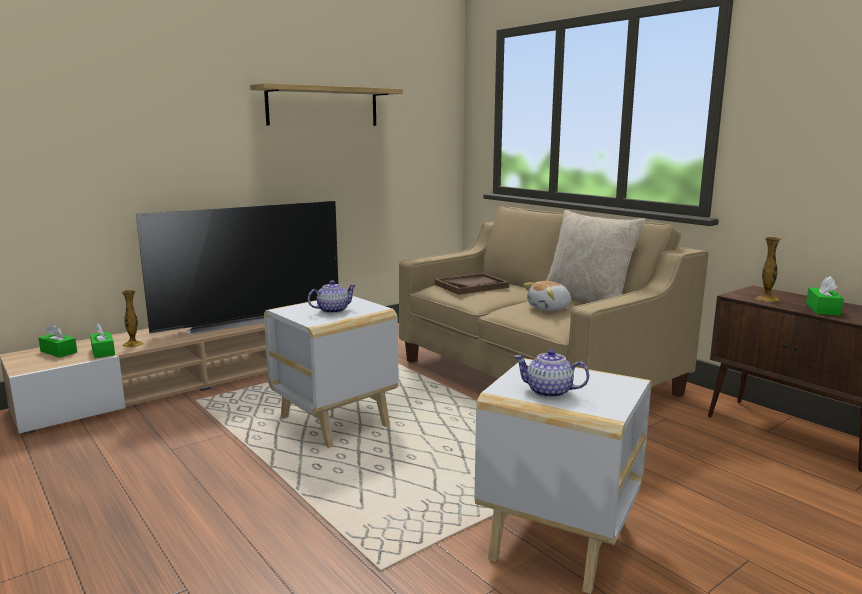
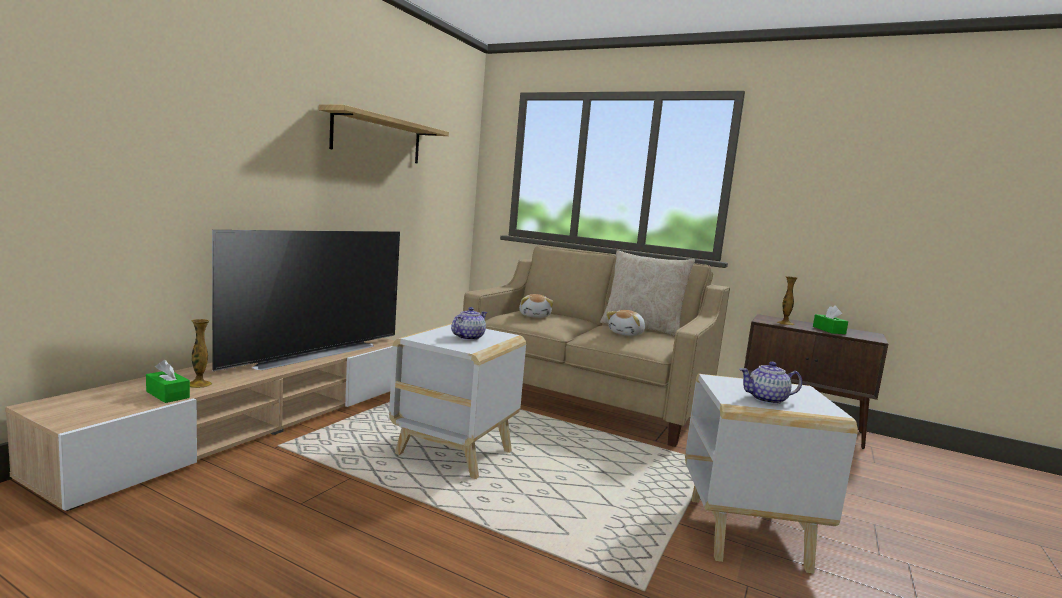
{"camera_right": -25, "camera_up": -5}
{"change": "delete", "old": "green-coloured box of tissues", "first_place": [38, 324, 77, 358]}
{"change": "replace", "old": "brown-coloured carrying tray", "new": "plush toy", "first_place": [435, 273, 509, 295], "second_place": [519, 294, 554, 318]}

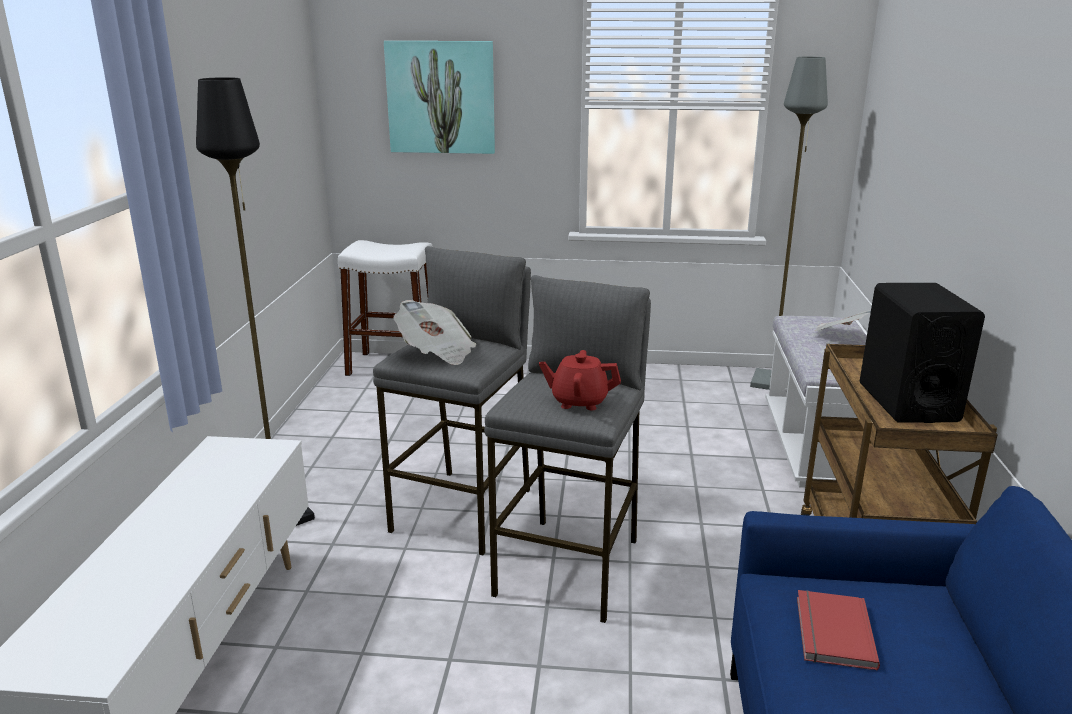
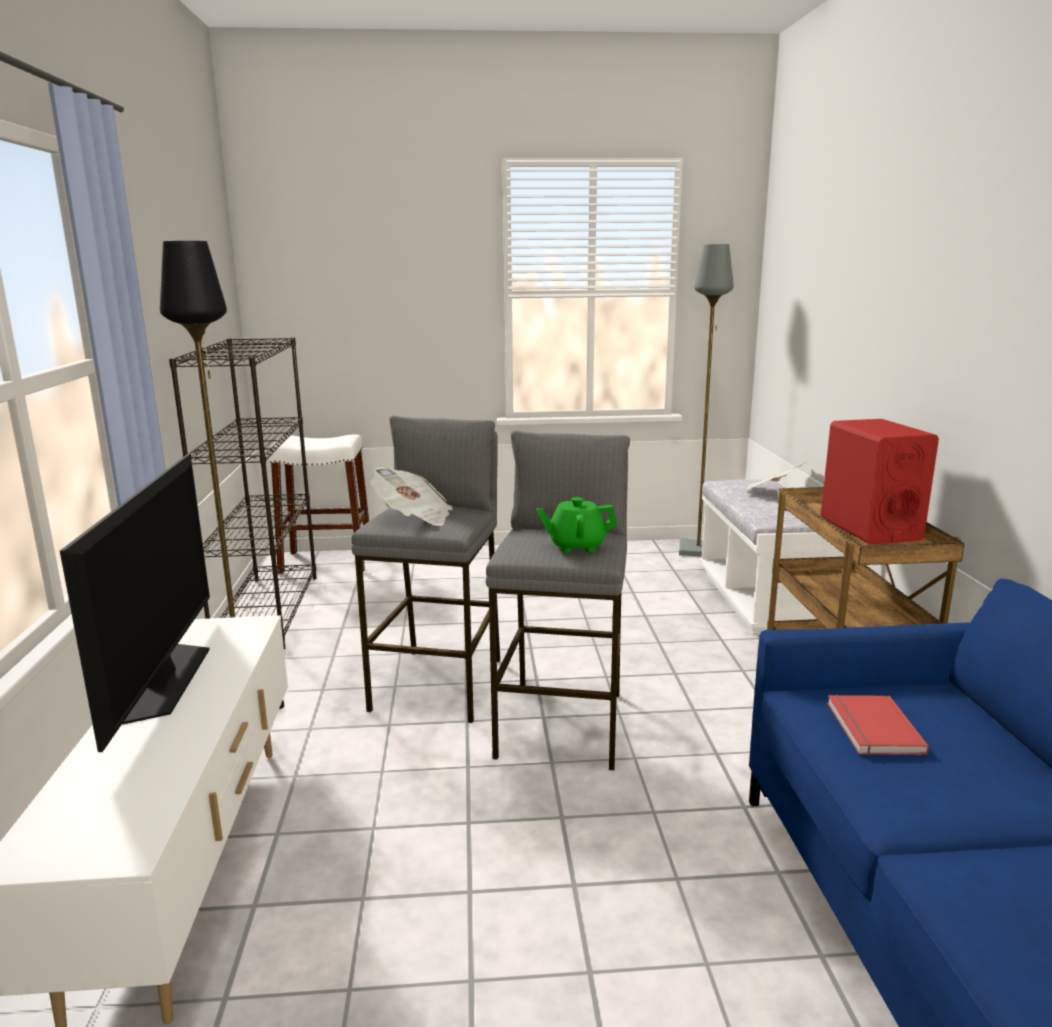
{"camera_right": -10, "camera_up": -5}
{"change": "delete", "old": "wall art", "first_place": [384, 41, 495, 154]}
{"change": "recolor", "old": "reddish teapot", "new": "green-coloured teapot", "first_place": [539, 350, 621, 410], "second_place": [536, 497, 617, 553]}
{"change": "recolor", "old": "black-coloured speaker", "new": "reddish speaker", "first_place": [860, 283, 985, 423], "second_place": [821, 419, 939, 545]}
{"change": "insert", "new": "TV", "second_place": [60, 454, 210, 752]}
{"change": "insert", "new": "black-coloured shelving unit", "second_place": [169, 337, 317, 649]}

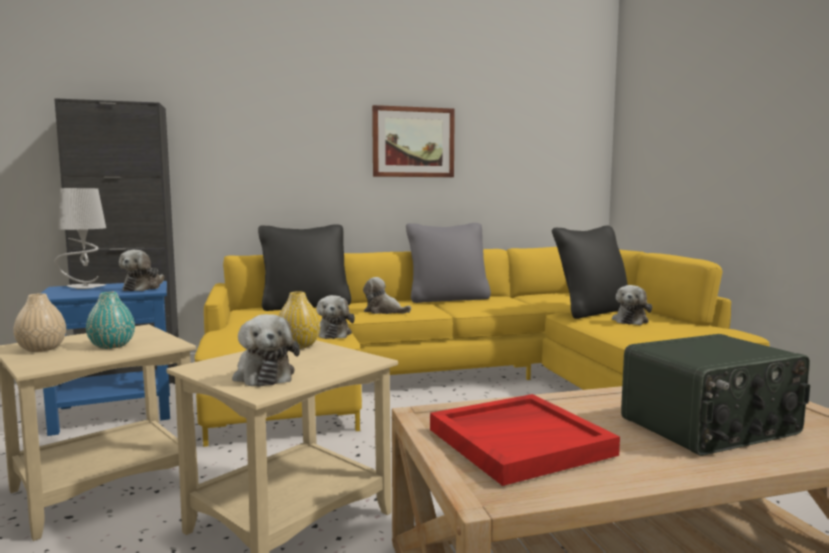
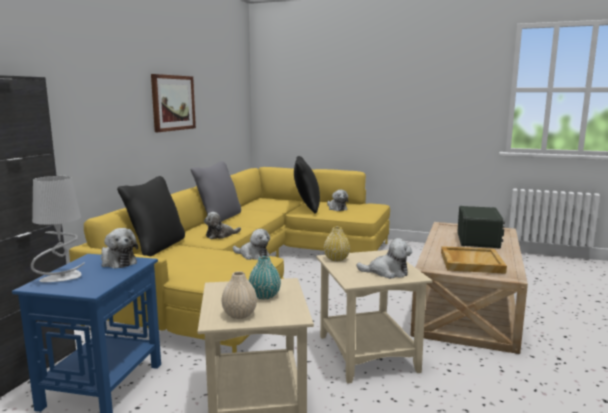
{"camera_right": -55, "camera_up": 5}
{"change": "recolor", "old": "reddish carrying tray", "new": "beige-coloured carrying tray", "first_place": [430, 394, 620, 486], "second_place": [441, 246, 507, 274]}

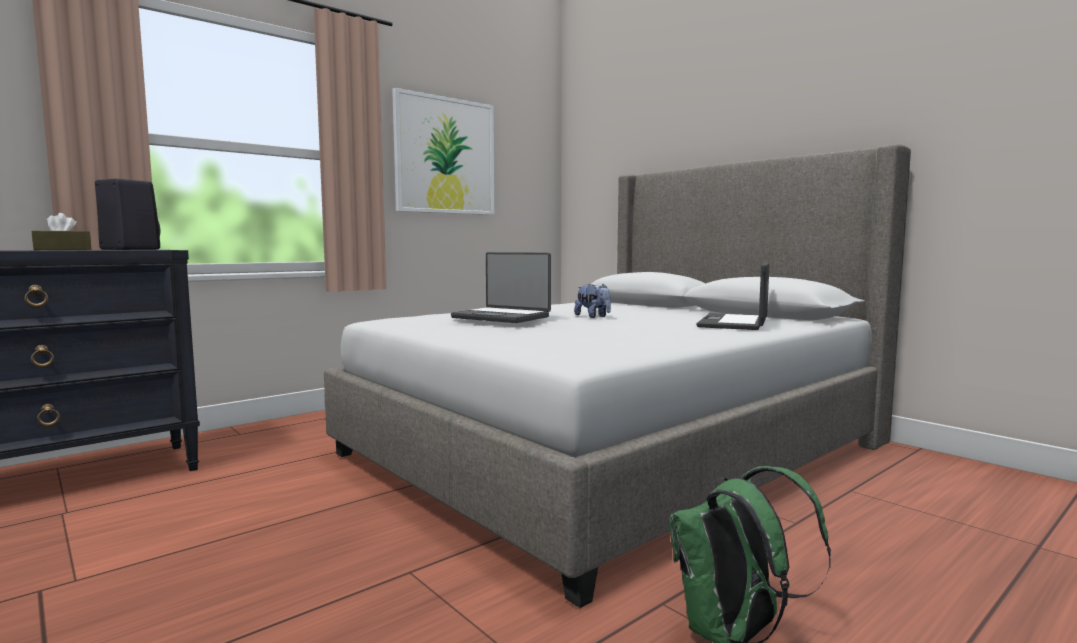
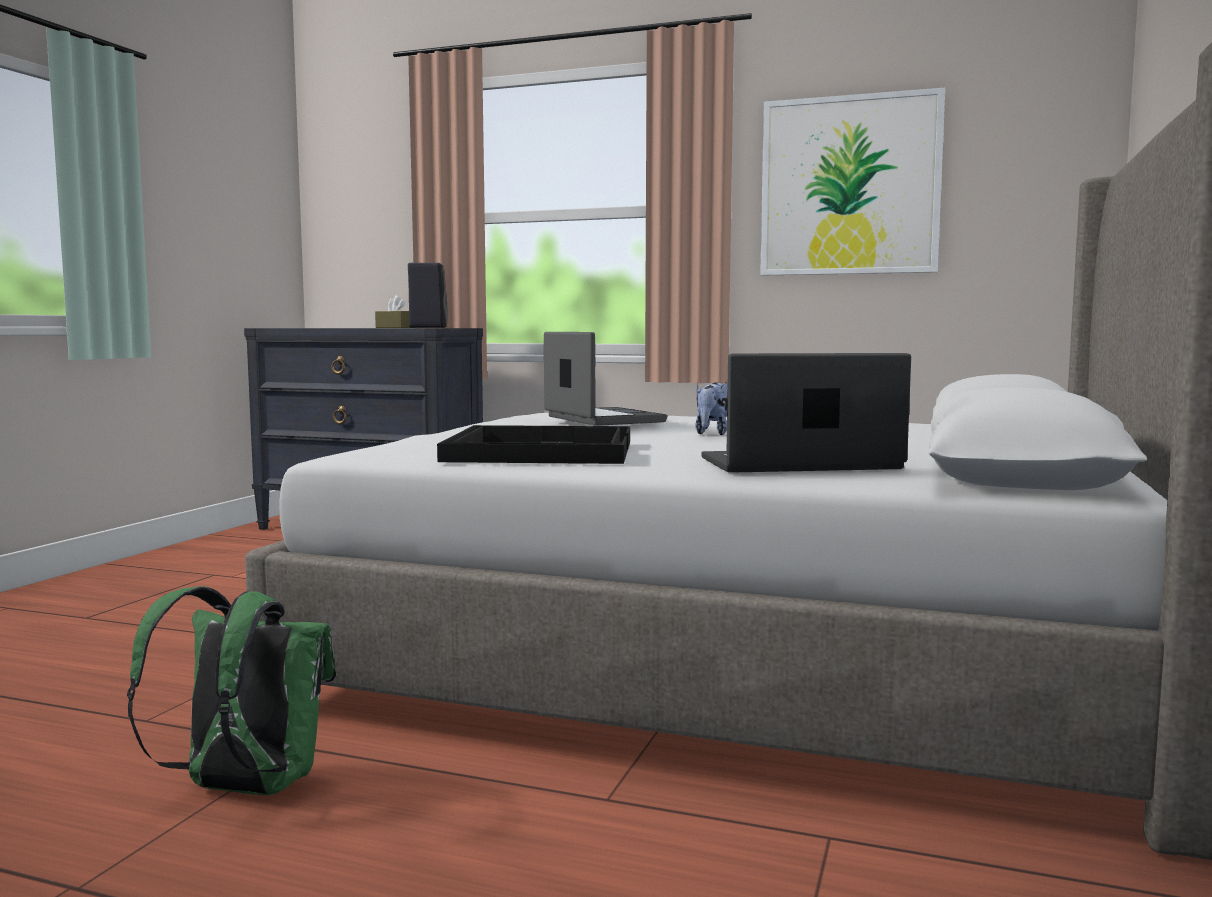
{"camera_right": 60, "camera_up": 0}
{"change": "rotate", "old": "notebook computer", "first_place": [451, 252, 551, 323], "second_place": [544, 332, 667, 426], "degrees": 150}
{"change": "insert", "new": "black-coloured carrying tray", "second_place": [437, 425, 630, 464]}

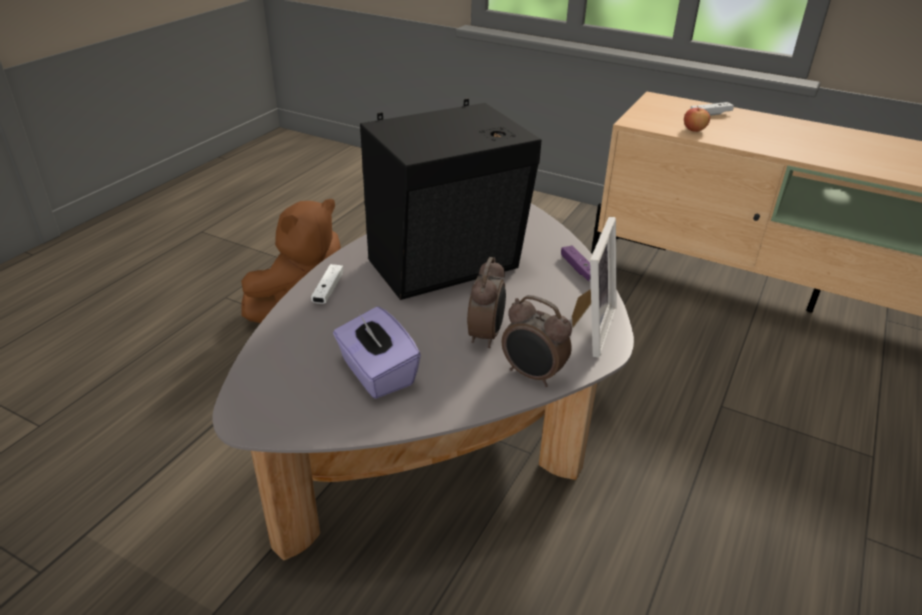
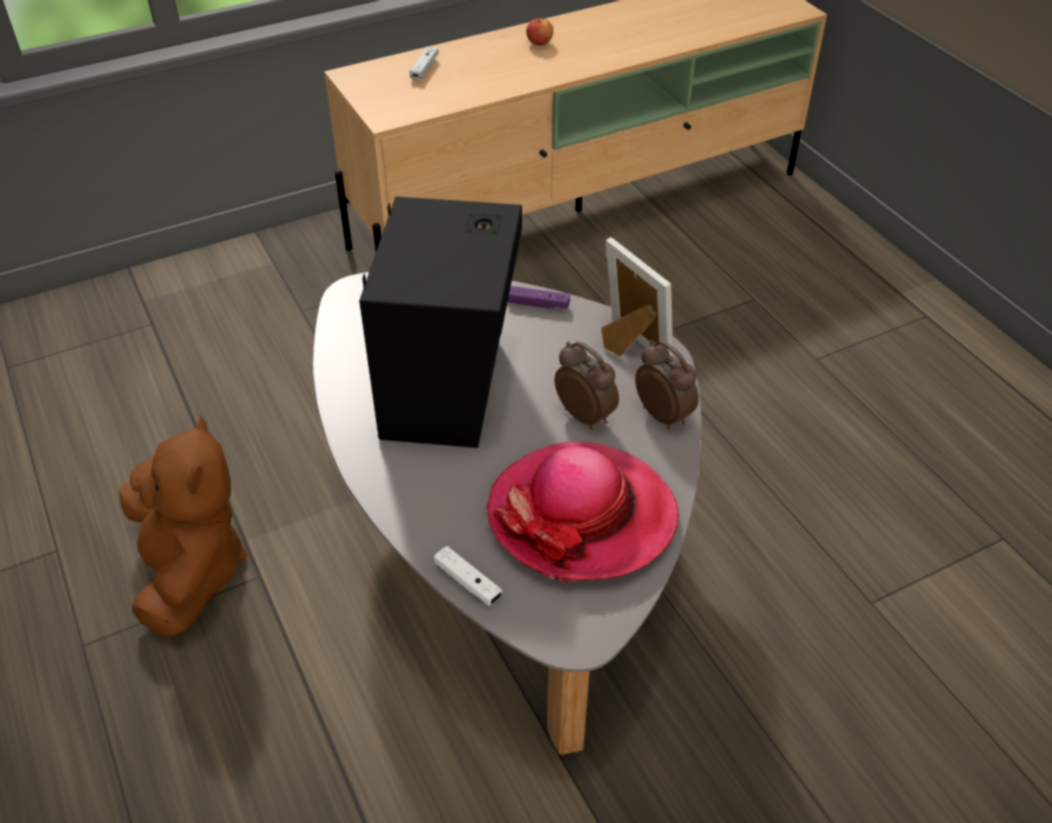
{"camera_right": -55, "camera_up": 10}
{"change": "move", "old": "white-coloured game controller", "first_place": [311, 264, 343, 304], "second_place": [434, 546, 502, 606]}
{"change": "replace", "old": "purple box of tissues", "new": "wearable hat", "first_place": [333, 307, 421, 399], "second_place": [486, 442, 678, 582]}
{"change": "rotate", "old": "alarm clock", "first_place": [502, 295, 572, 387], "second_place": [635, 340, 699, 430], "degrees": -105}
{"change": "move", "old": "apple fruit", "first_place": [684, 106, 710, 132], "second_place": [526, 18, 554, 45]}

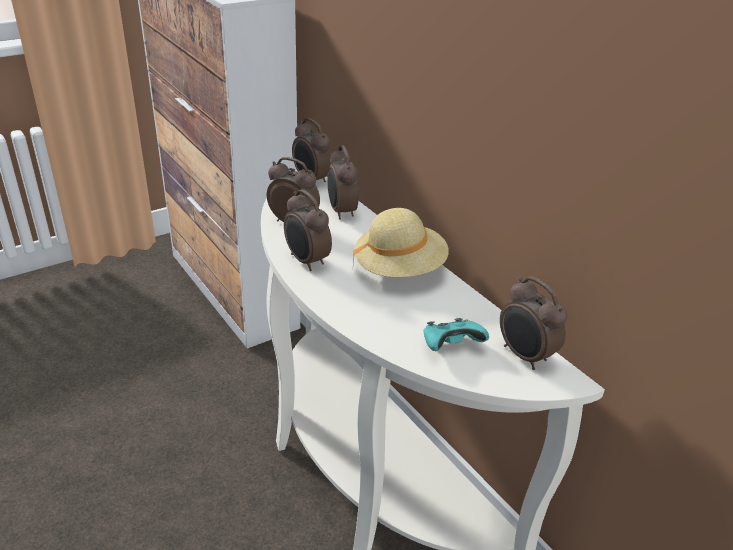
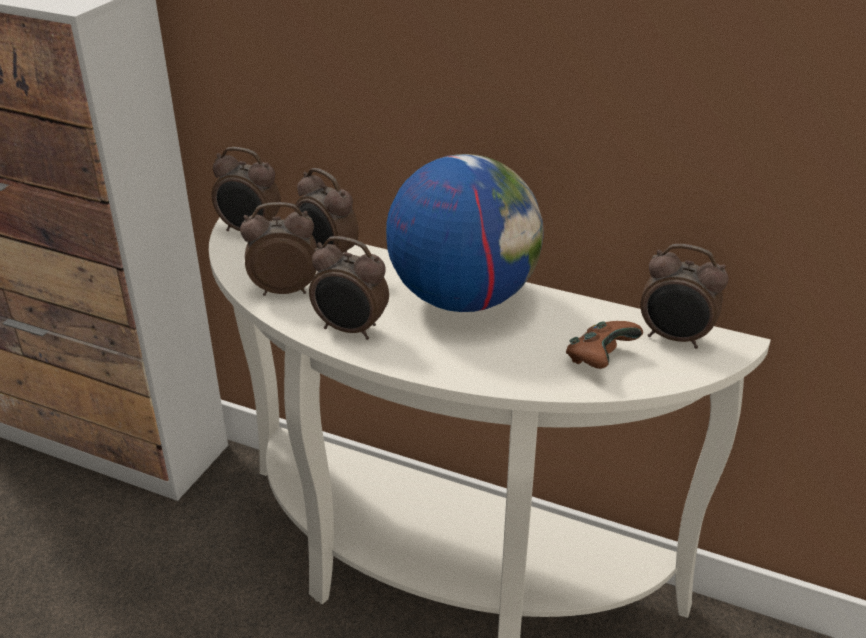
{"camera_right": -30, "camera_up": 0}
{"change": "replace", "old": "beige-coloured wearable hat", "new": "world globe", "first_place": [353, 208, 449, 277], "second_place": [386, 154, 544, 312]}
{"change": "recolor", "old": "turquoise game controller", "new": "brown-coloured game controller", "first_place": [424, 318, 489, 351], "second_place": [566, 321, 643, 369]}

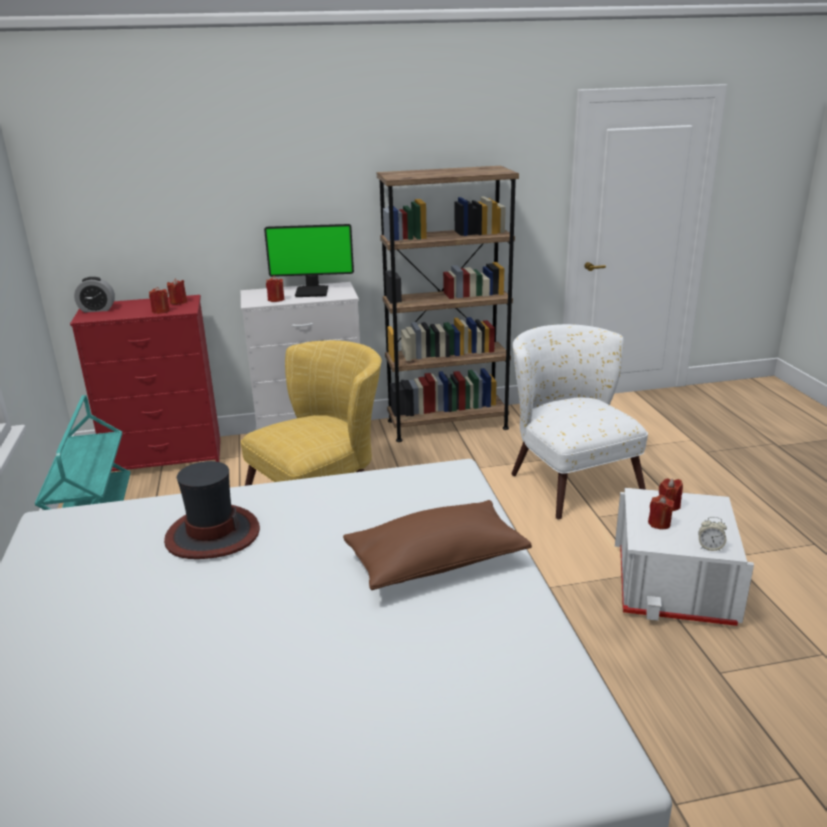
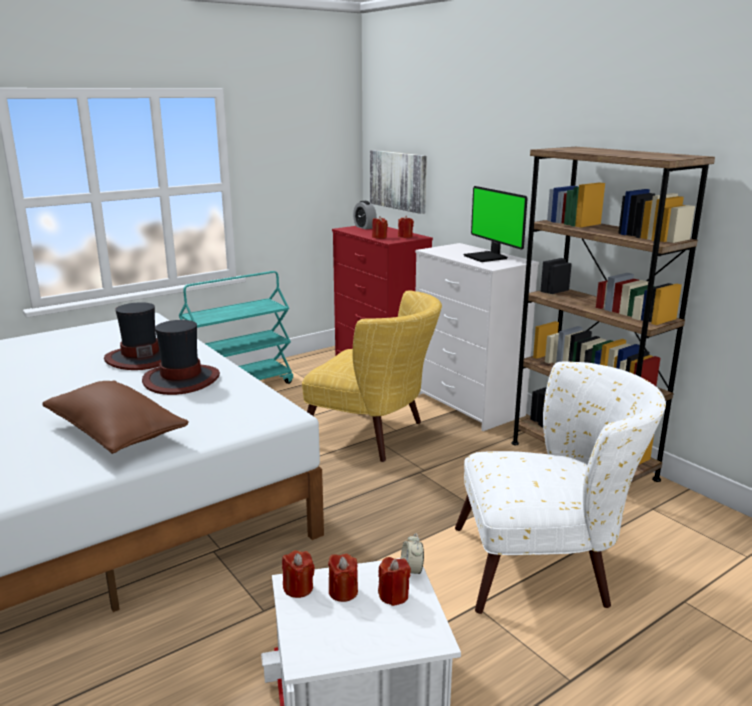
{"camera_right": 65, "camera_up": -5}
{"change": "move", "old": "reddish candle", "first_place": [266, 276, 284, 302], "second_place": [282, 550, 315, 598]}
{"change": "rotate", "old": "white-coloured lounge chair", "first_place": [511, 324, 648, 520], "second_place": [455, 361, 666, 614], "degrees": 45}
{"change": "move", "old": "alarm clock", "first_place": [699, 517, 727, 551], "second_place": [401, 533, 424, 574]}
{"change": "insert", "new": "wearable hat", "second_place": [142, 320, 220, 395]}
{"change": "insert", "new": "wall art", "second_place": [370, 150, 427, 214]}

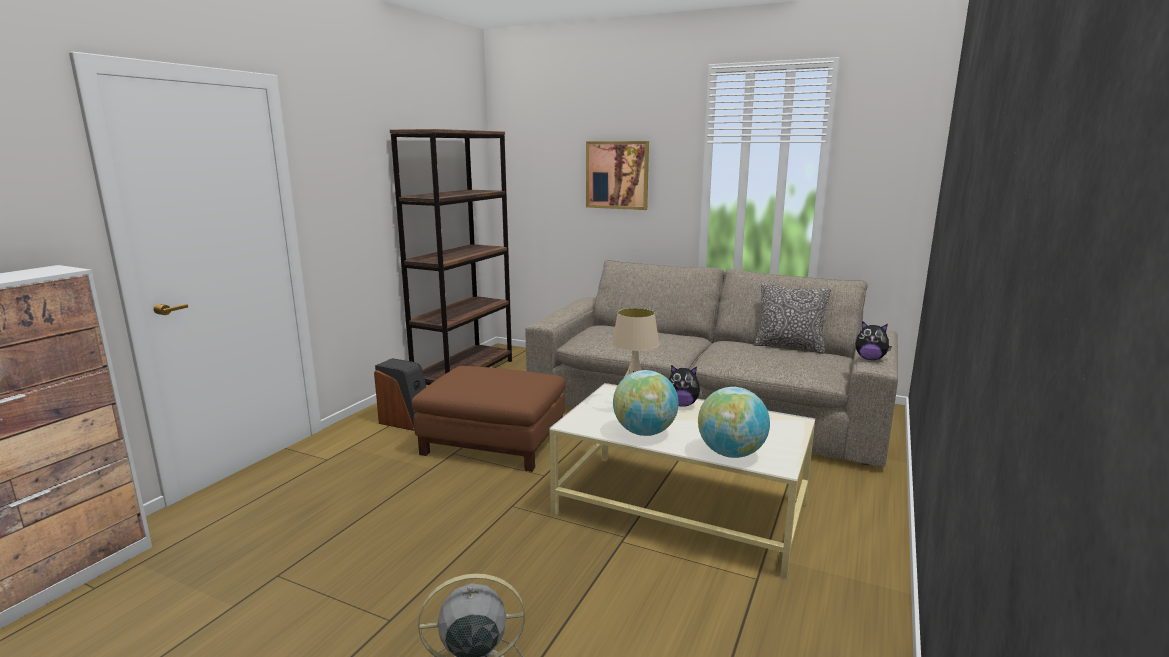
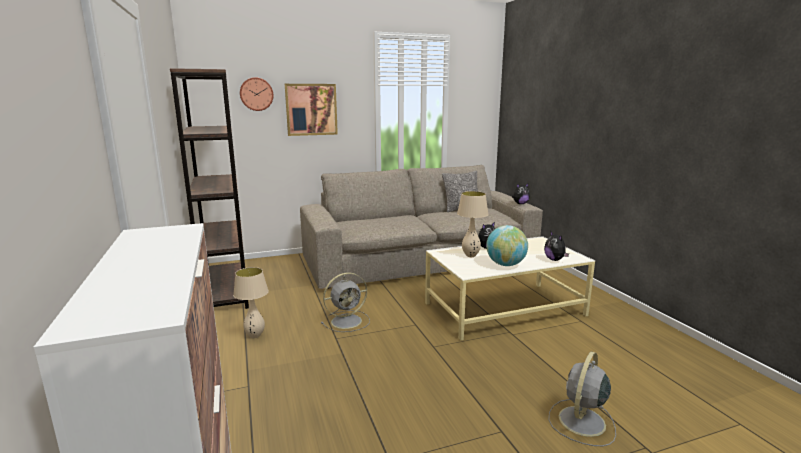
{"camera_right": -45, "camera_up": 0}
{"change": "replace", "old": "speaker", "new": "beige-coloured tabletop lamp", "first_place": [374, 358, 426, 431], "second_place": [233, 267, 269, 338]}
{"change": "replace", "old": "brown-coloured ottoman", "new": "grey electric fan", "first_place": [411, 366, 566, 472], "second_place": [321, 273, 370, 332]}
{"change": "replace", "old": "world globe", "new": "plush toy", "first_place": [698, 387, 770, 458], "second_place": [544, 232, 569, 261]}
{"change": "insert", "new": "hanging clock", "second_place": [240, 77, 273, 111]}

